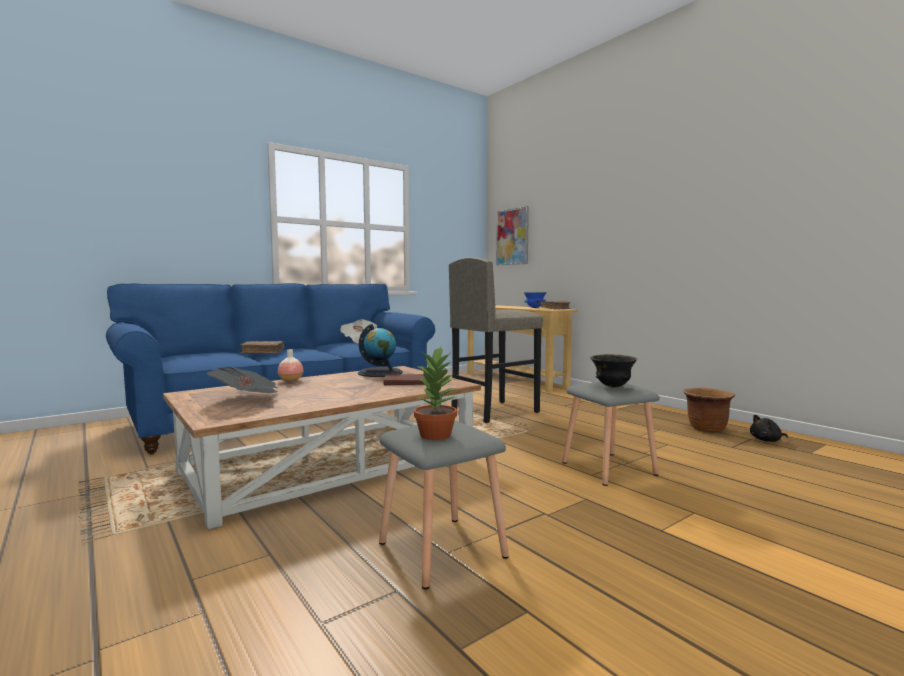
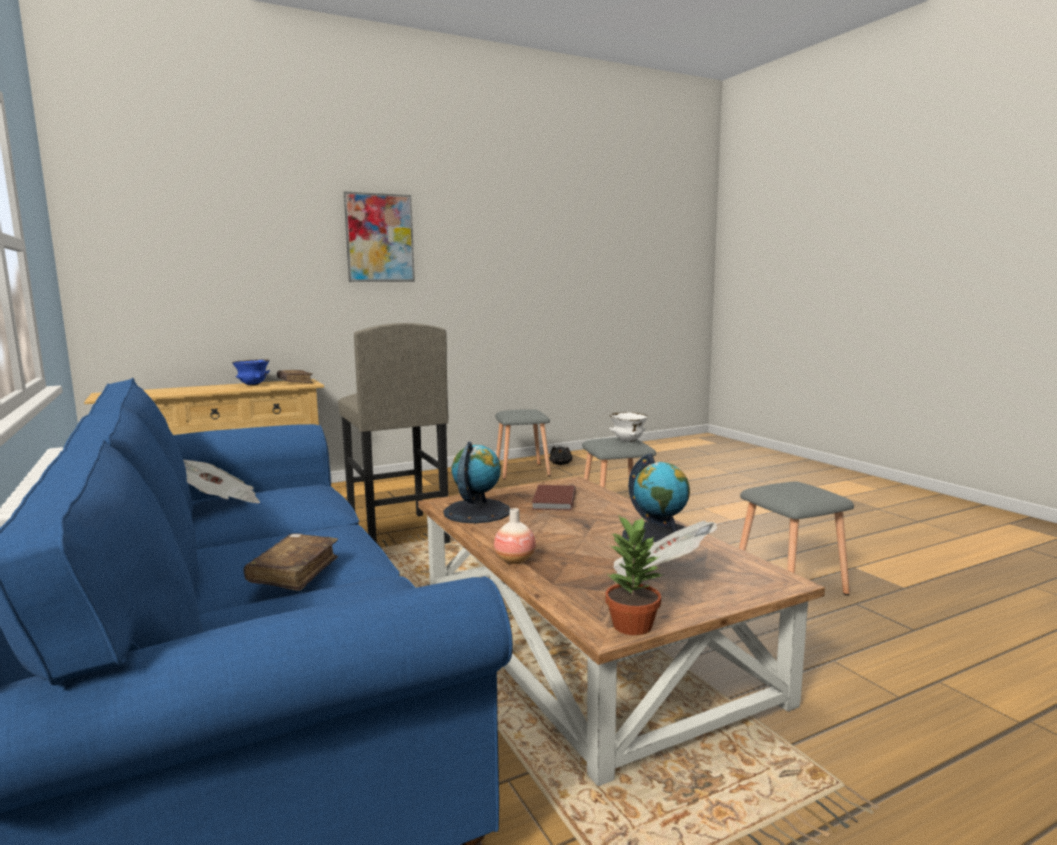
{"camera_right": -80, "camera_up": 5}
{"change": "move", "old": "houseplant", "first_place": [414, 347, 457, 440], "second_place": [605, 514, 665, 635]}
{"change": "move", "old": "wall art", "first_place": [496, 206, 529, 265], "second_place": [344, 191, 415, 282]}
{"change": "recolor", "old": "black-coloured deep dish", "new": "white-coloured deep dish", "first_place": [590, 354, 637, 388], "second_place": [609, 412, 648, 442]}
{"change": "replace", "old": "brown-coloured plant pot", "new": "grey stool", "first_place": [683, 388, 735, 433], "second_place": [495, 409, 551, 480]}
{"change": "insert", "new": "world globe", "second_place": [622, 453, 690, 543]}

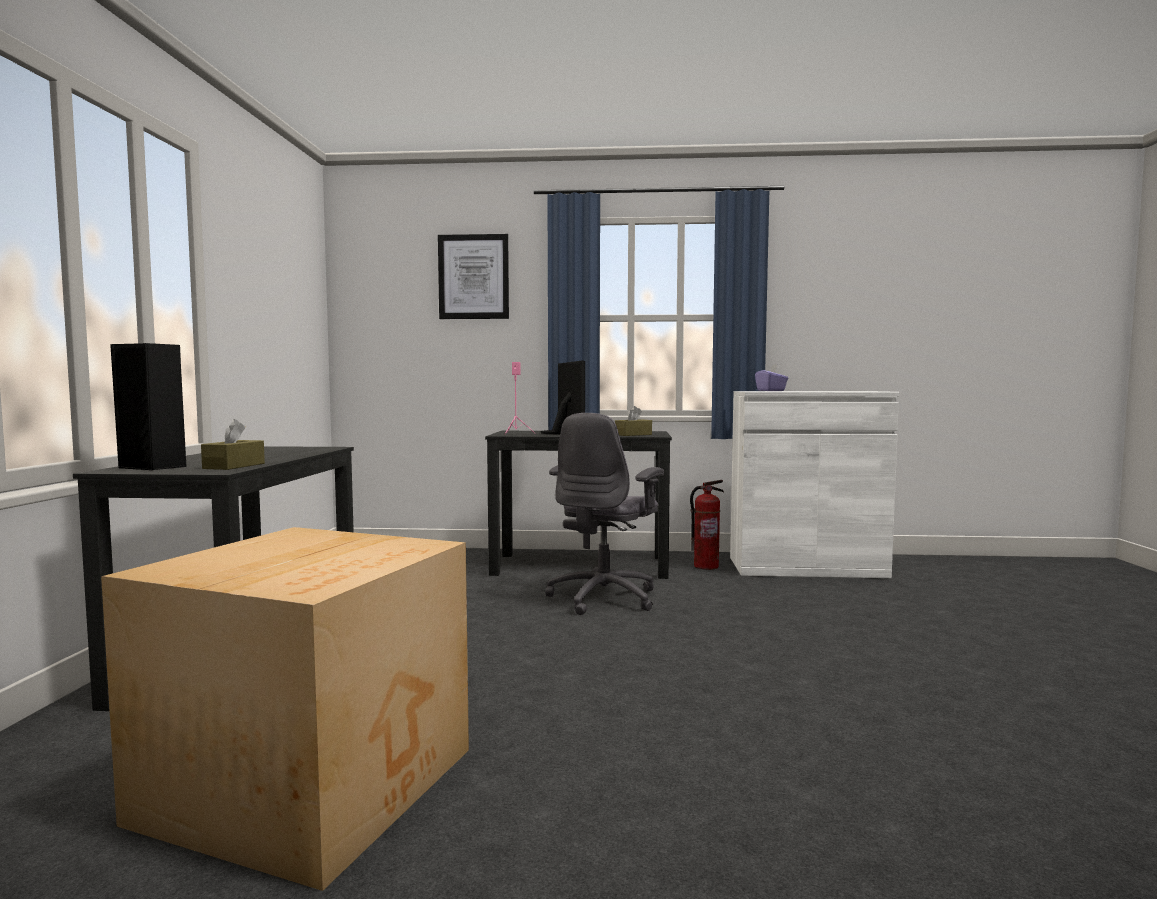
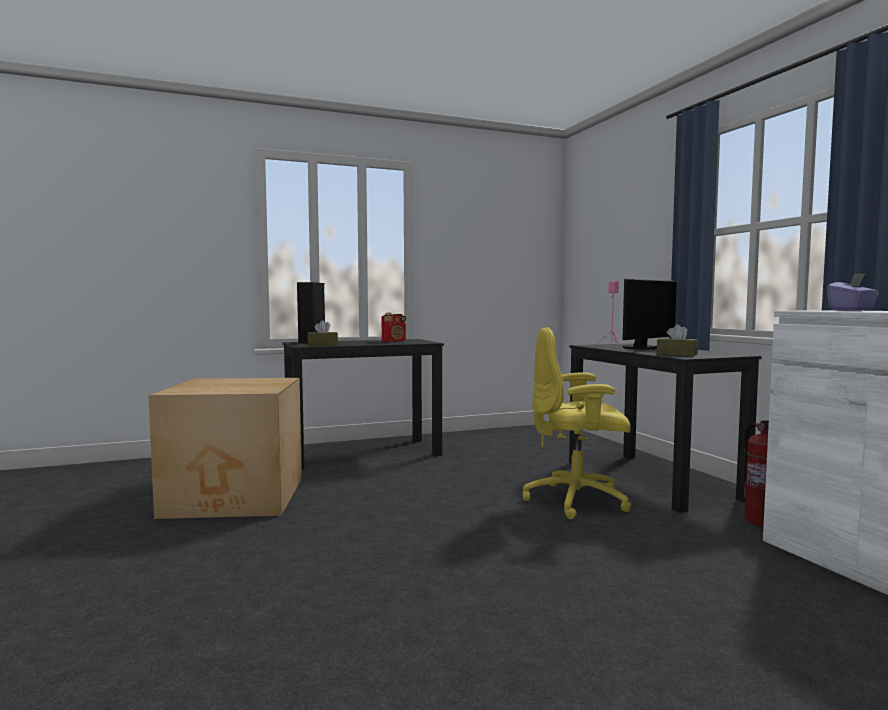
{"camera_right": 65, "camera_up": 0}
{"change": "delete", "old": "wall art", "first_place": [438, 234, 509, 319]}
{"change": "recolor", "old": "grey computer chair", "new": "yellowish computer chair", "first_place": [545, 413, 664, 615], "second_place": [523, 327, 631, 519]}
{"change": "insert", "new": "radio", "second_place": [382, 313, 406, 342]}

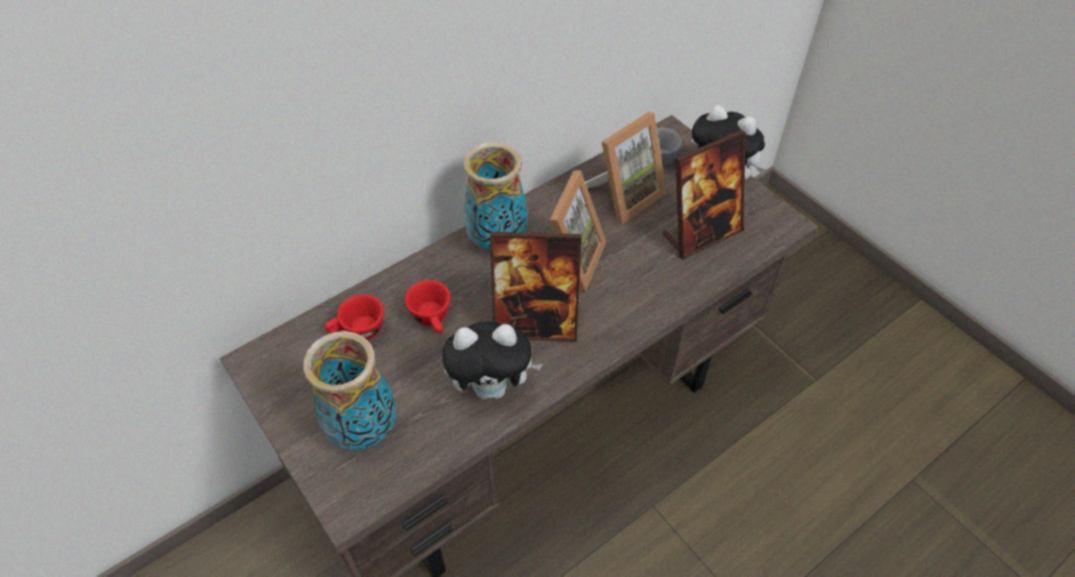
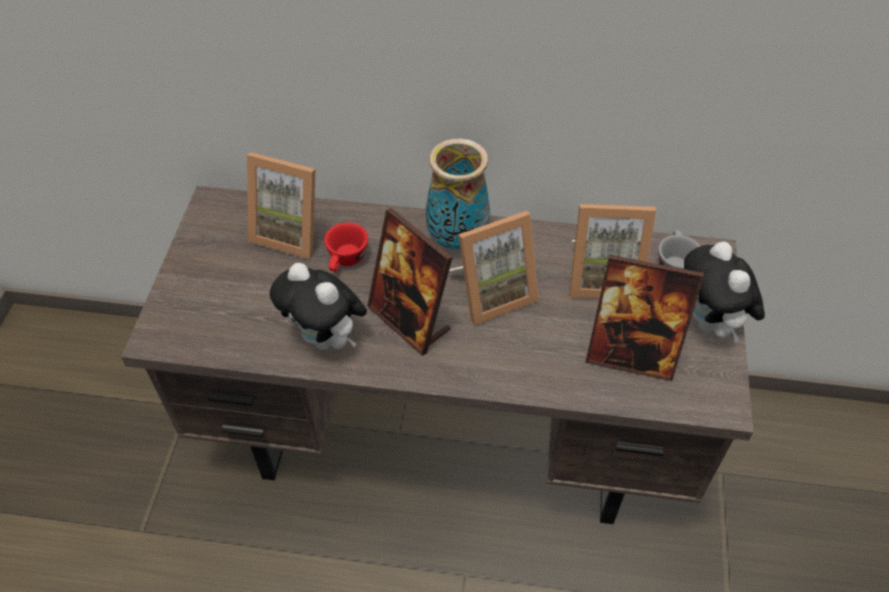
{"camera_right": 45, "camera_up": 0}
{"change": "delete", "old": "vase", "first_place": [303, 331, 396, 451]}
{"change": "replace", "old": "reddish small cup", "new": "picture frame", "first_place": [325, 294, 384, 340], "second_place": [247, 152, 316, 259]}

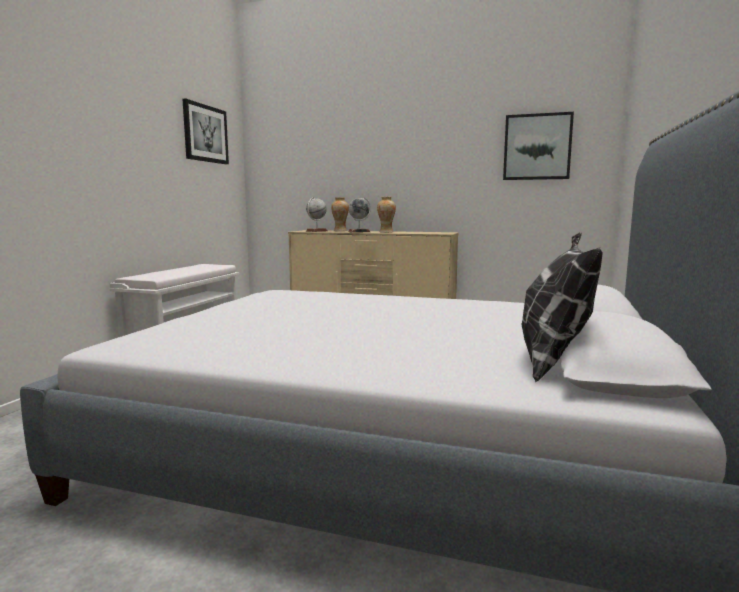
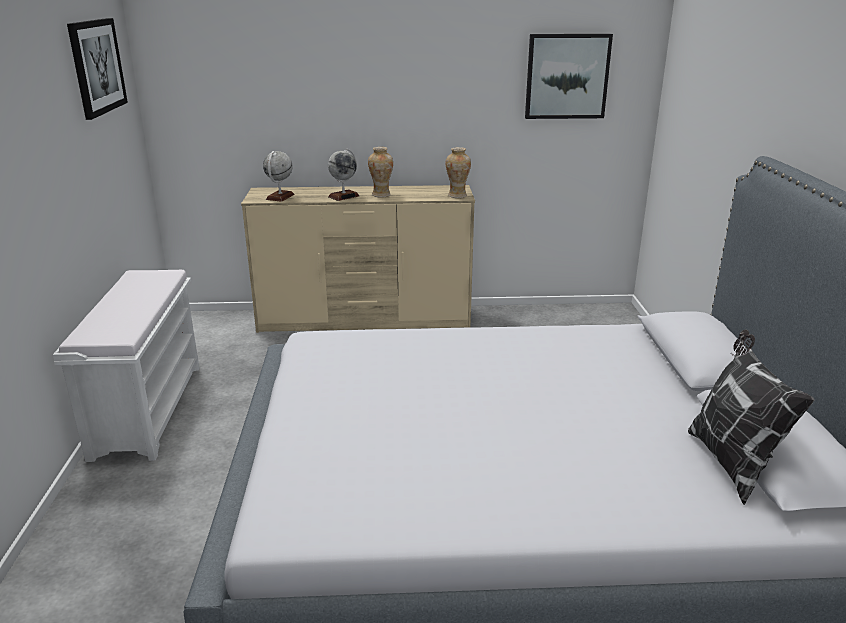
{"camera_right": -20, "camera_up": 15}
{"change": "move", "old": "vase", "first_place": [331, 197, 349, 231], "second_place": [446, 147, 471, 198]}

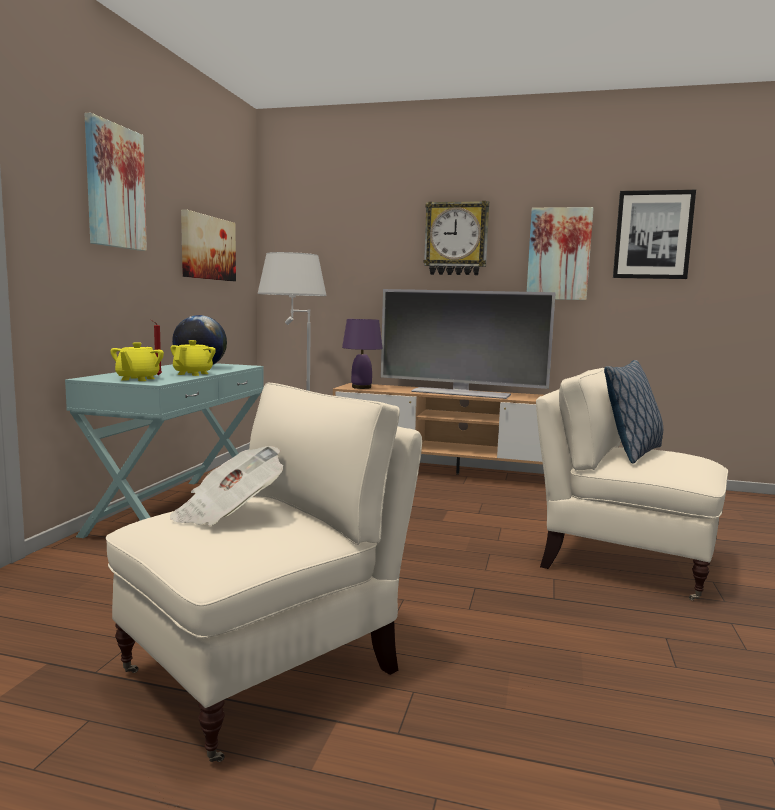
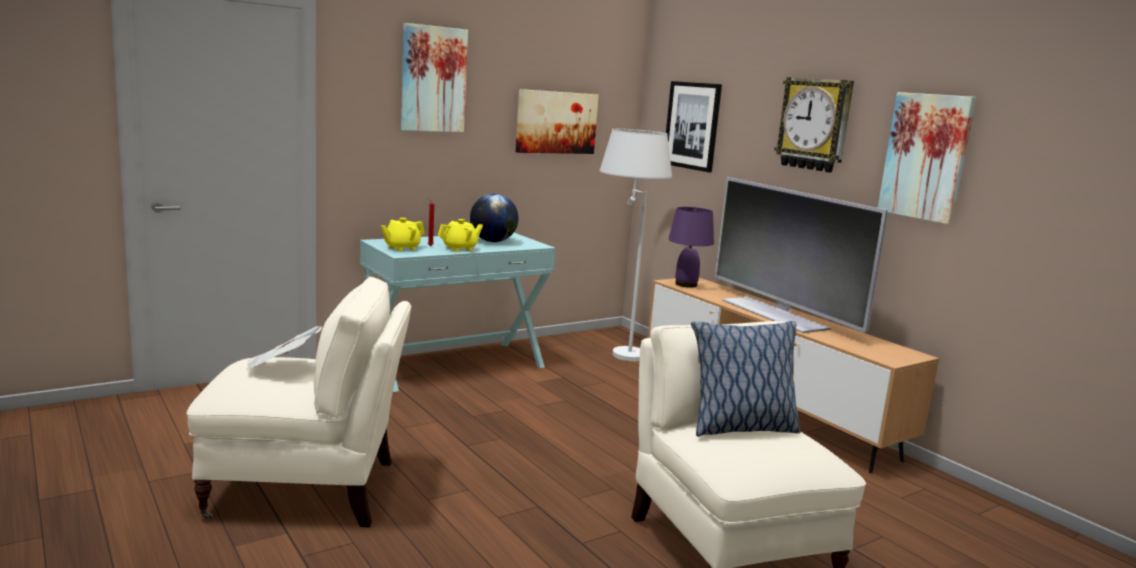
{"camera_right": 40, "camera_up": 5}
{"change": "move", "old": "wall art", "first_place": [613, 190, 696, 279], "second_place": [666, 81, 722, 172]}

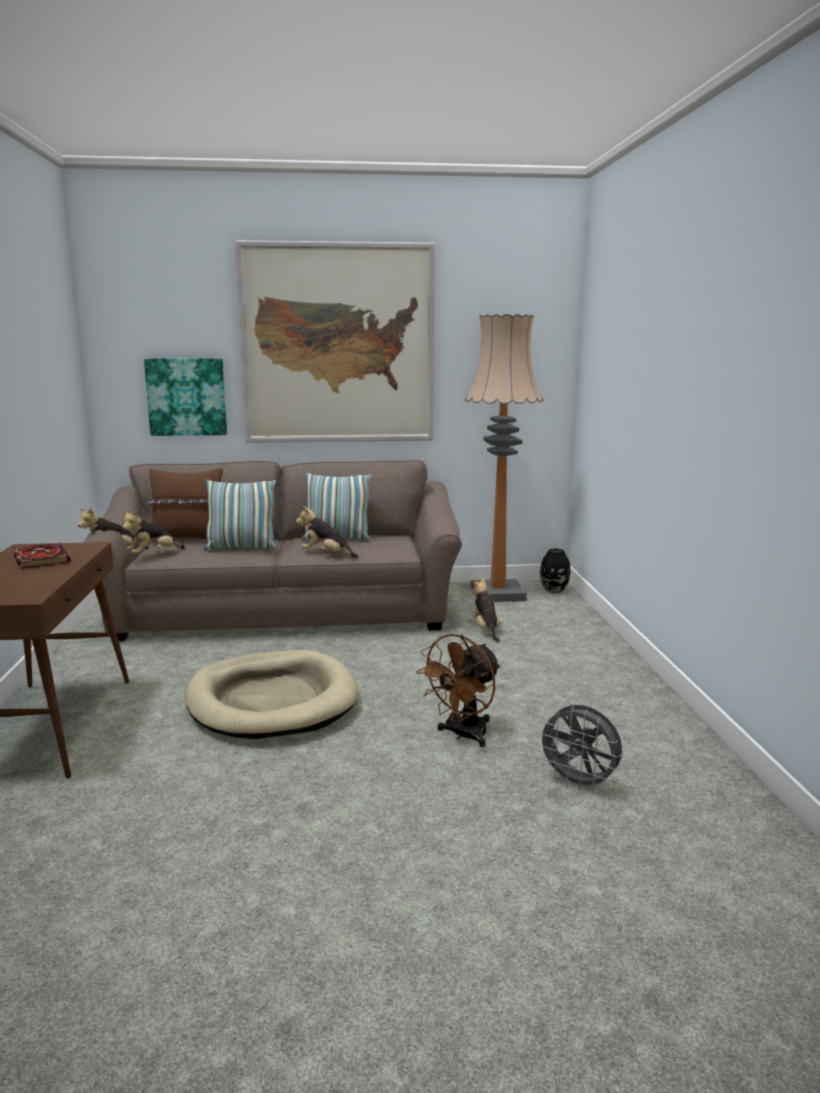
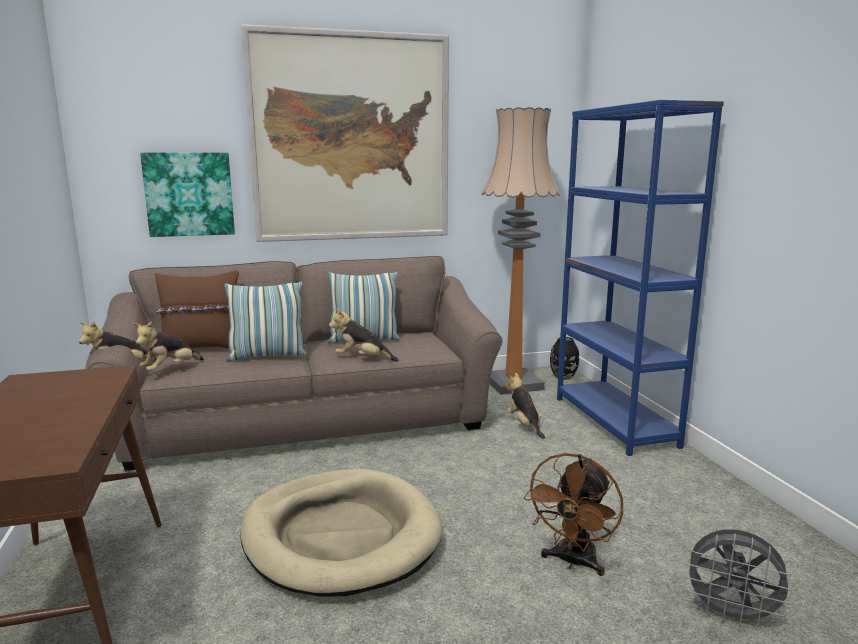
{"camera_right": -10, "camera_up": 0}
{"change": "delete", "old": "bound book", "first_place": [14, 543, 71, 569]}
{"change": "insert", "new": "bluish shelving unit", "second_place": [557, 100, 724, 456]}

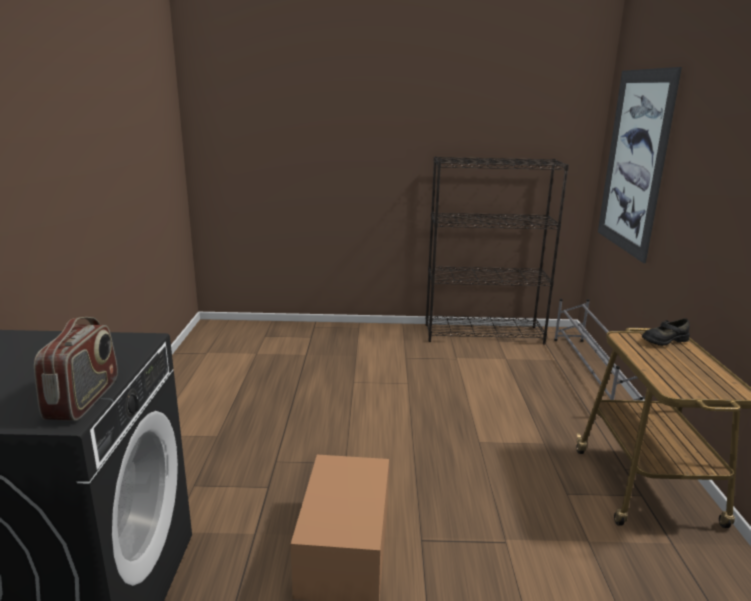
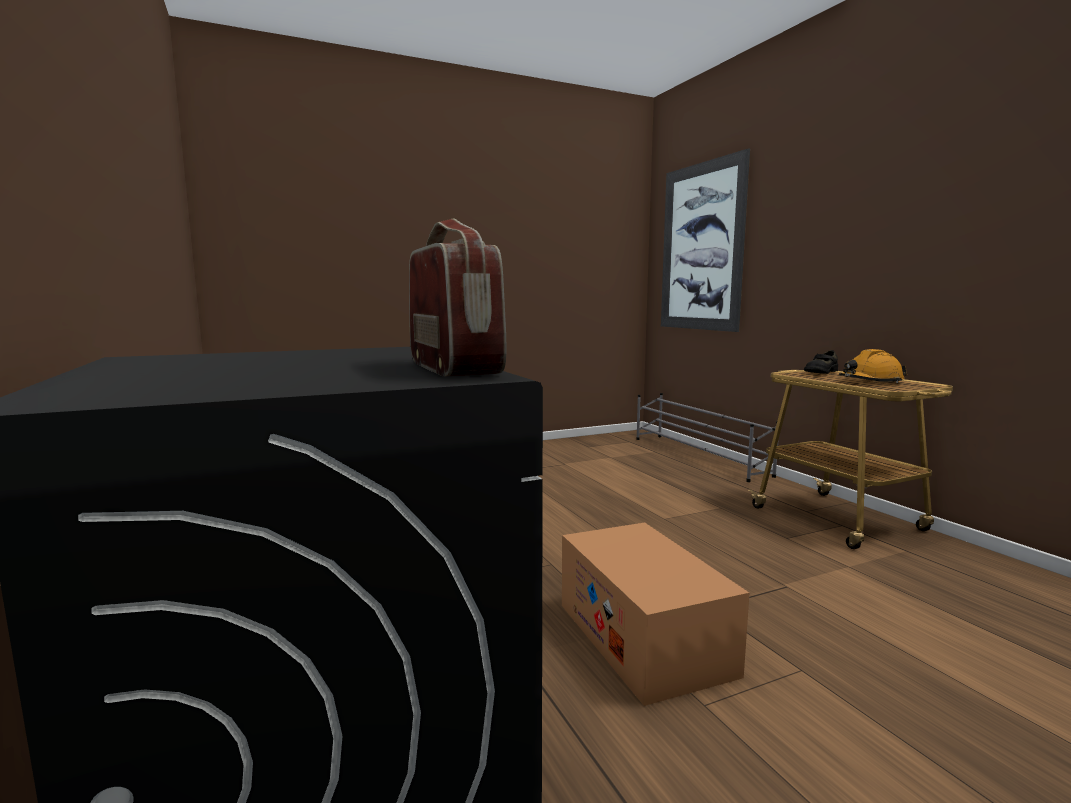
{"camera_right": -25, "camera_up": -10}
{"change": "delete", "old": "black-coloured shelving unit", "first_place": [426, 156, 569, 344]}
{"change": "insert", "new": "orange safety helmet", "second_place": [839, 349, 907, 383]}

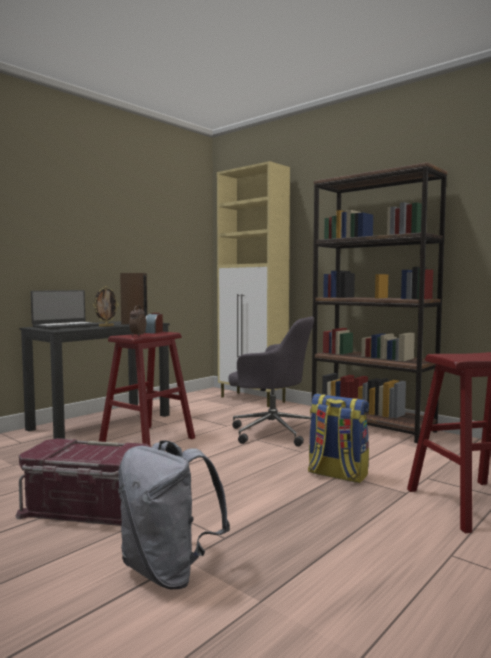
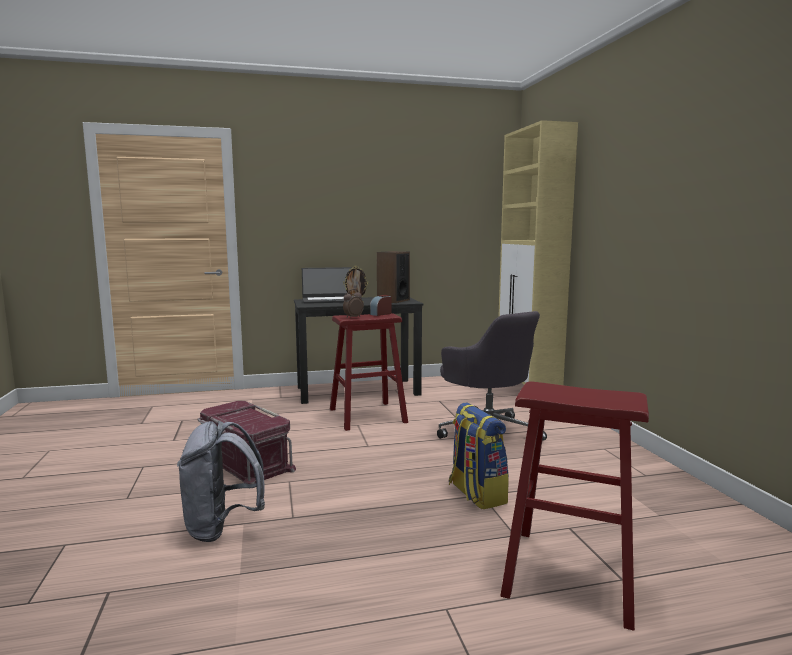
{"camera_right": 35, "camera_up": 5}
{"change": "delete", "old": "brown-coloured shelving unit", "first_place": [312, 162, 447, 443]}

